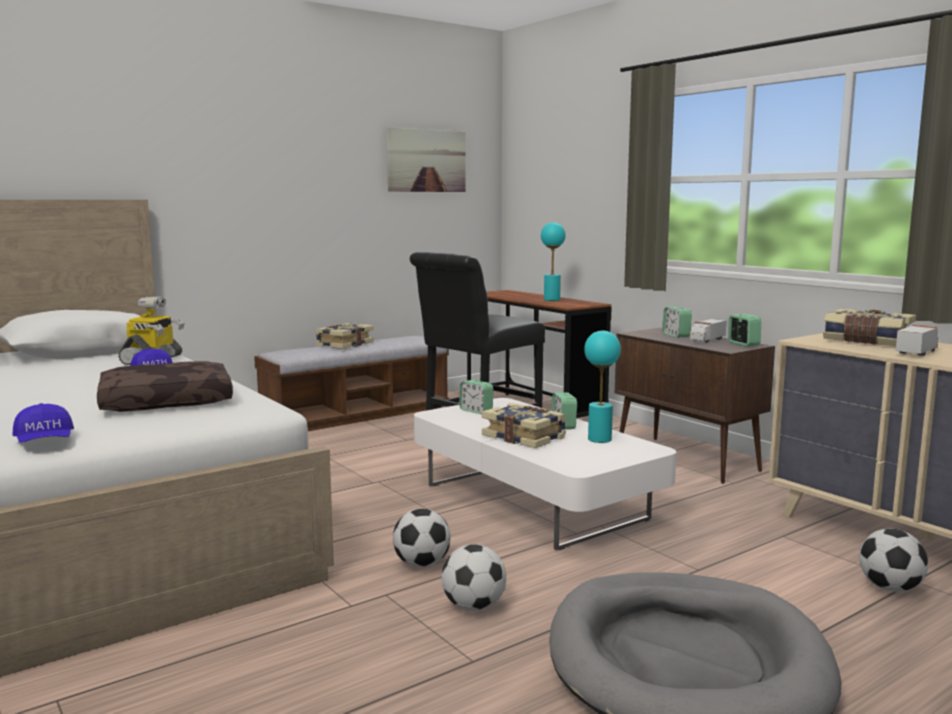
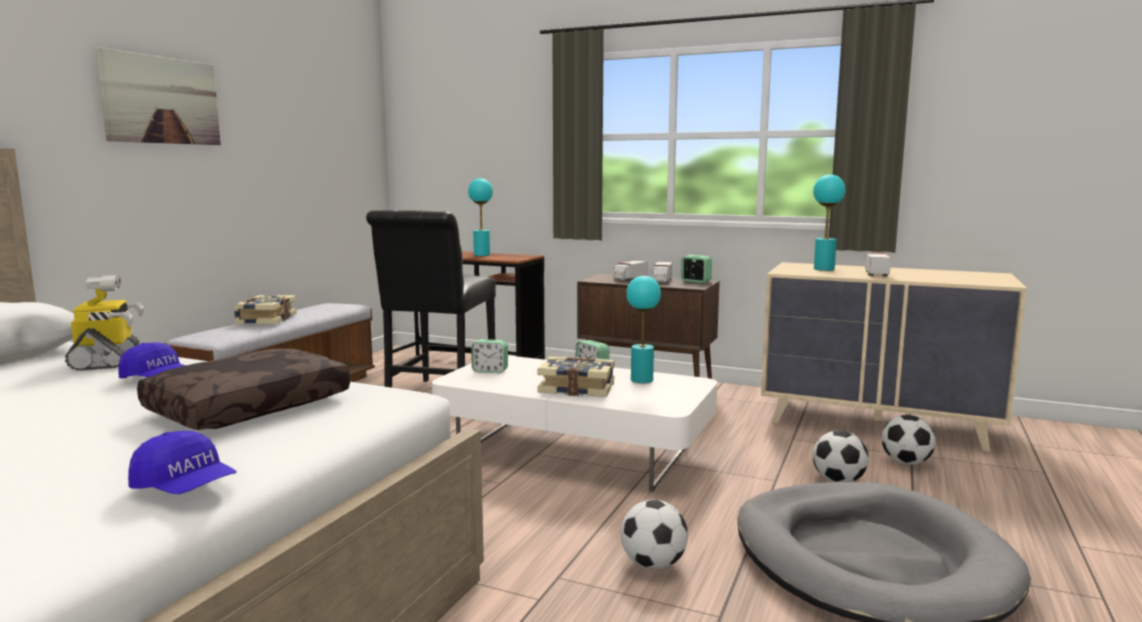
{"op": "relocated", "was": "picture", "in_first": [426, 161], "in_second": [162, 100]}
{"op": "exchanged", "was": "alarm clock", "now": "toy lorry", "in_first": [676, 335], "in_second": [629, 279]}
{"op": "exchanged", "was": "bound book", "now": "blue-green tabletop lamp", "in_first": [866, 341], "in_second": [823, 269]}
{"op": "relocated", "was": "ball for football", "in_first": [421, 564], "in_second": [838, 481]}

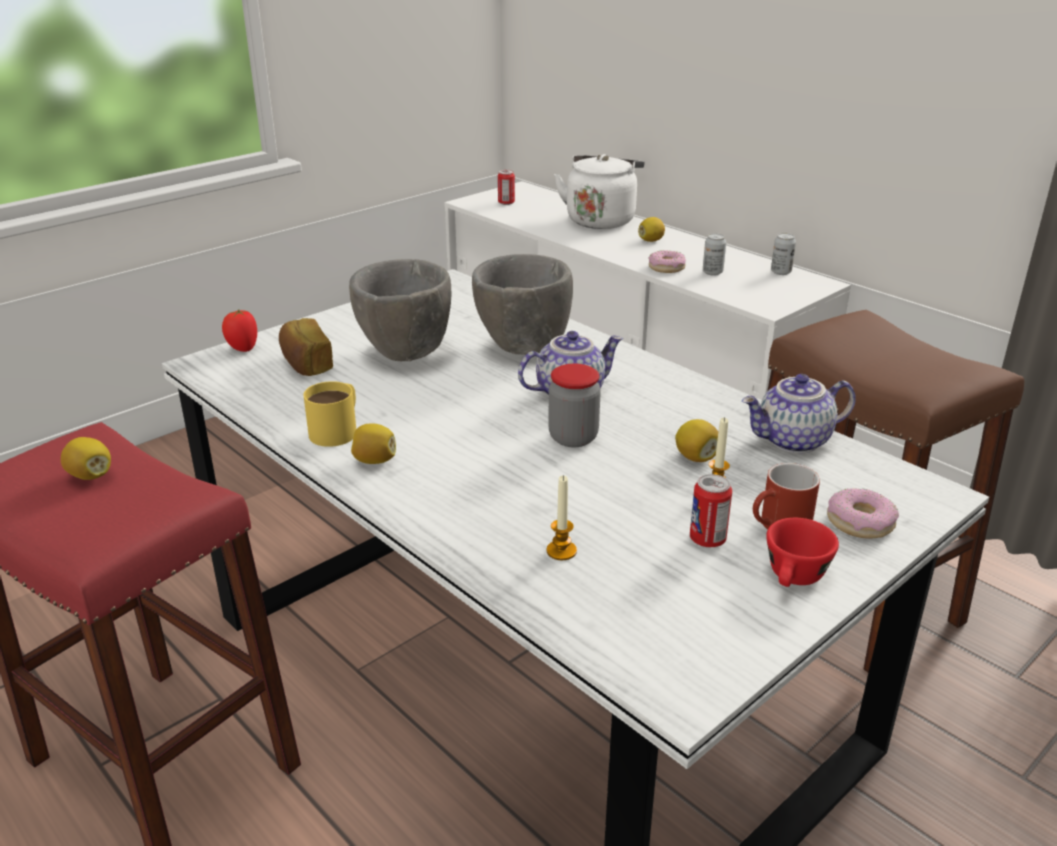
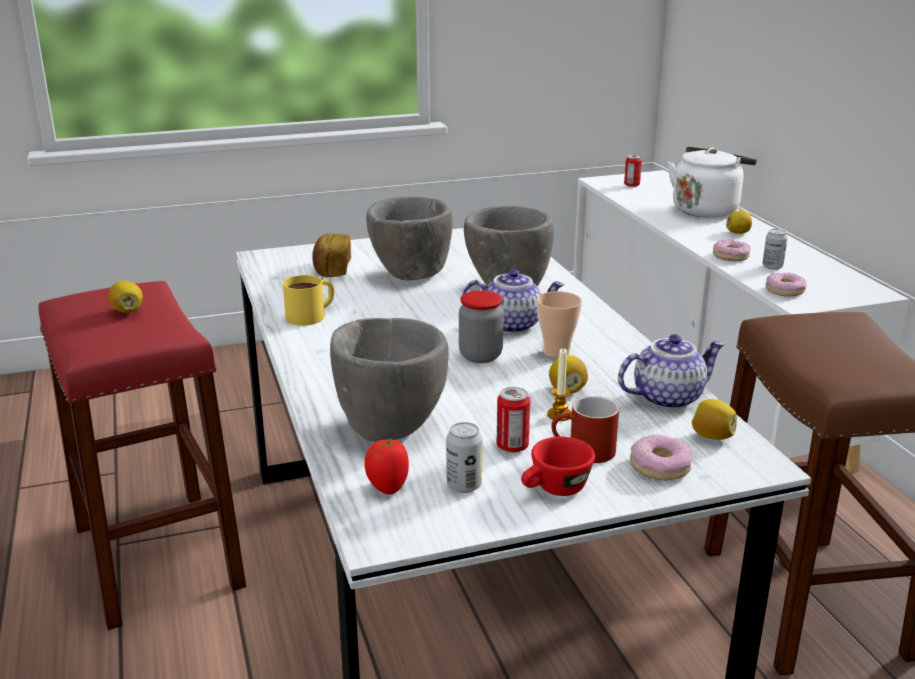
{"op": "relocated", "was": "can", "in_first": [781, 272], "in_second": [464, 485]}
{"op": "relocated", "was": "tomato", "in_first": [242, 349], "in_second": [387, 488]}
{"op": "spun", "was": "pot for tea", "in_first": [793, 441], "in_second": [667, 397], "clockwise": 150}
{"op": "relocated", "was": "whole lemon", "in_first": [374, 460], "in_second": [712, 436]}
{"op": "exchanged", "was": "wax candle", "now": "greyish serving bowl", "in_first": [561, 551], "in_second": [390, 426]}
{"op": "appeared", "now": "ring doughnut", "in_second": [784, 290]}
{"op": "appeared", "now": "cup", "in_second": [556, 352]}

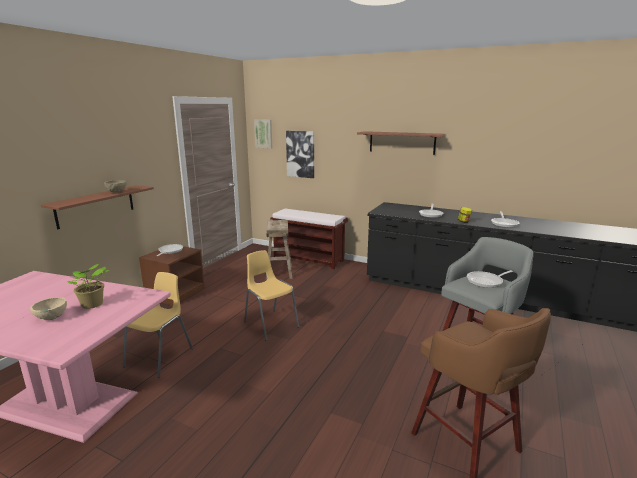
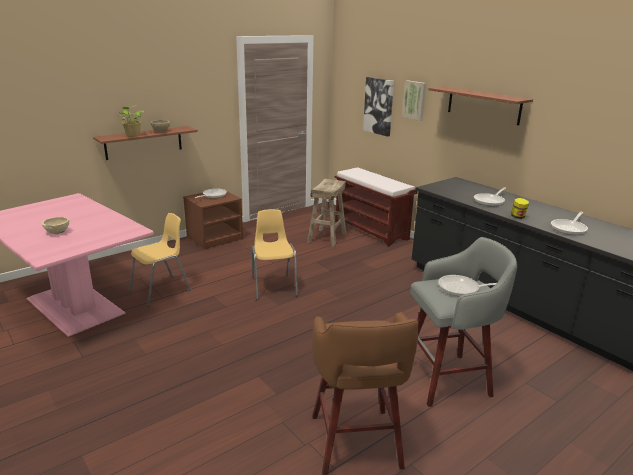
{"op": "relocated", "was": "picture", "in_first": [264, 133], "in_second": [415, 100]}
{"op": "relocated", "was": "plant in a pot", "in_first": [92, 305], "in_second": [132, 135]}

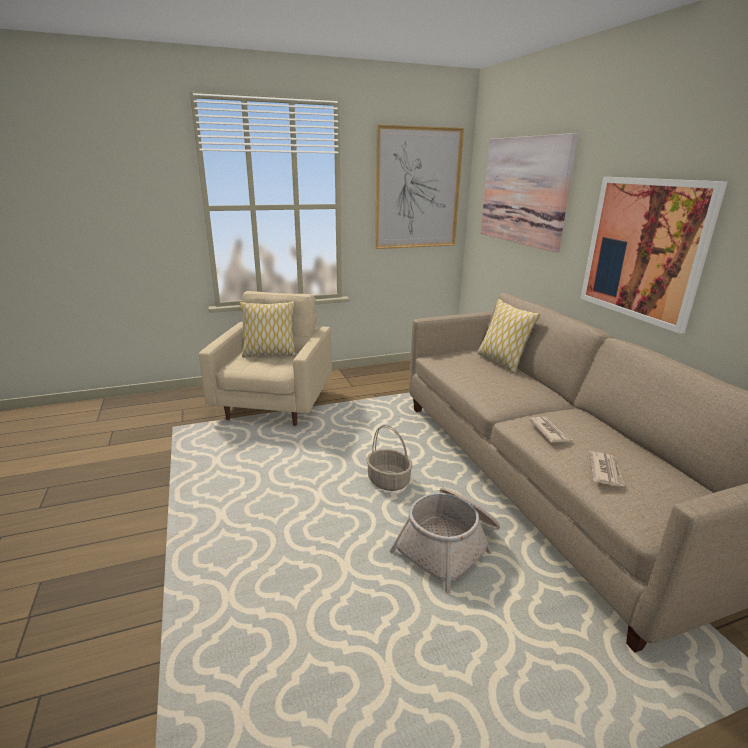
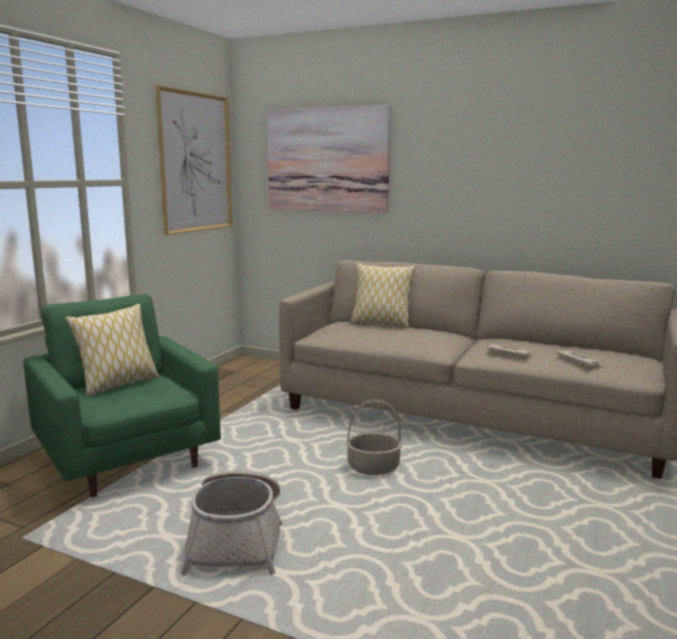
{"op": "missing", "was": "picture", "in_first": [644, 249]}
{"op": "colour", "was": "beige-coloured lounge chair", "now": "greenish lounge chair", "in_first": [275, 404], "in_second": [127, 458]}
{"op": "relocated", "was": "storage basket", "in_first": [449, 546], "in_second": [237, 539]}

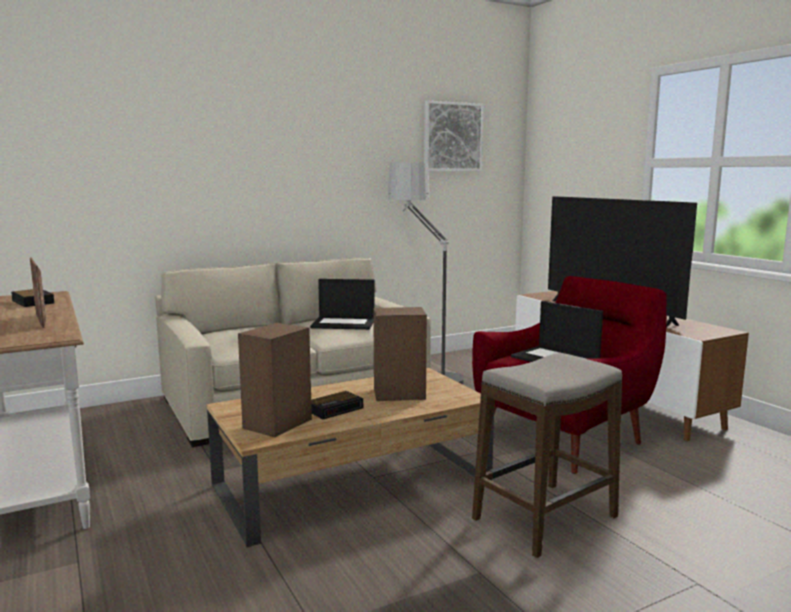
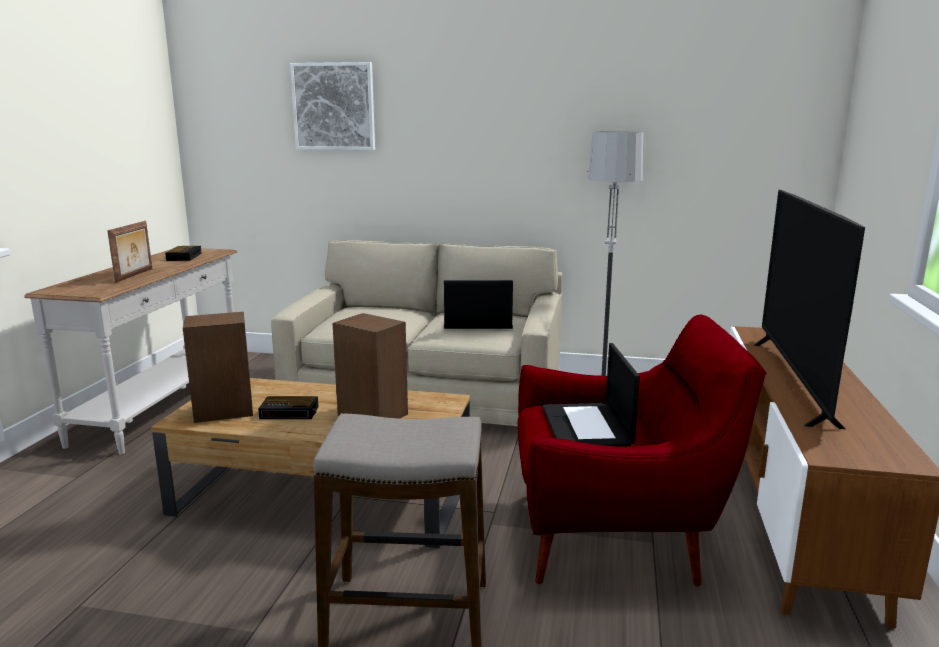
{"op": "relocated", "was": "picture", "in_first": [452, 137], "in_second": [334, 107]}
{"op": "spun", "was": "notebook computer", "in_first": [344, 324], "in_second": [477, 322], "clockwise": 135}

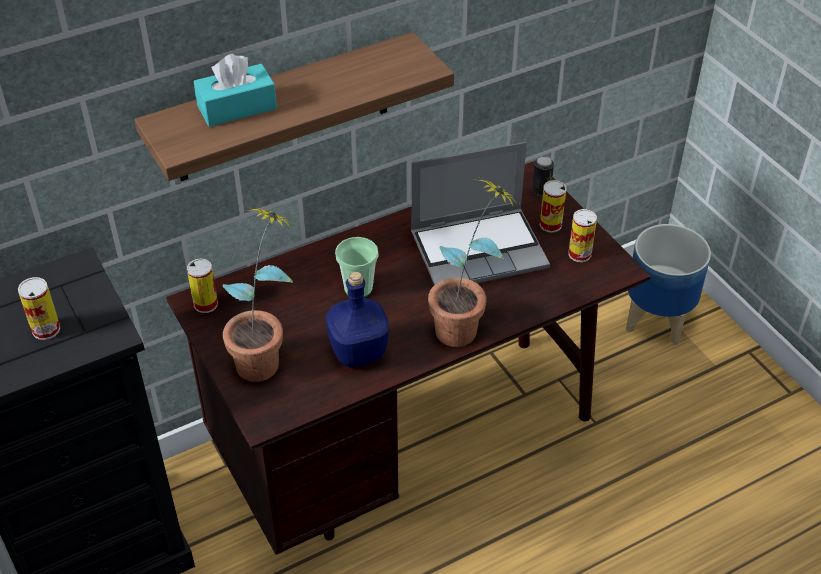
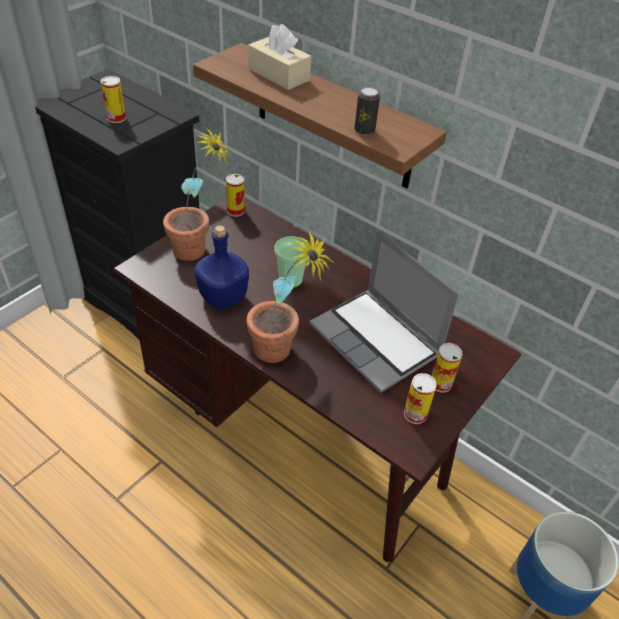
{"op": "colour", "was": "blue-green tissue holder", "now": "beige-coloured tissue holder", "in_first": [237, 107], "in_second": [279, 74]}
{"op": "relocated", "was": "can", "in_first": [541, 190], "in_second": [364, 130]}

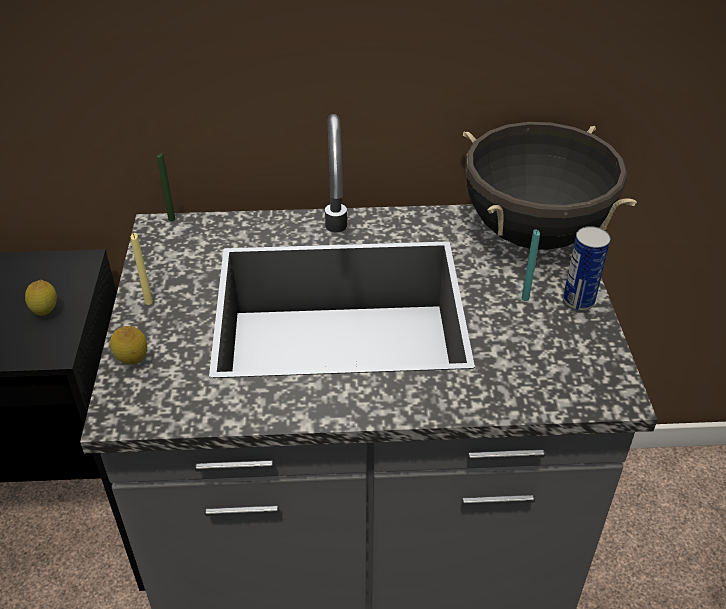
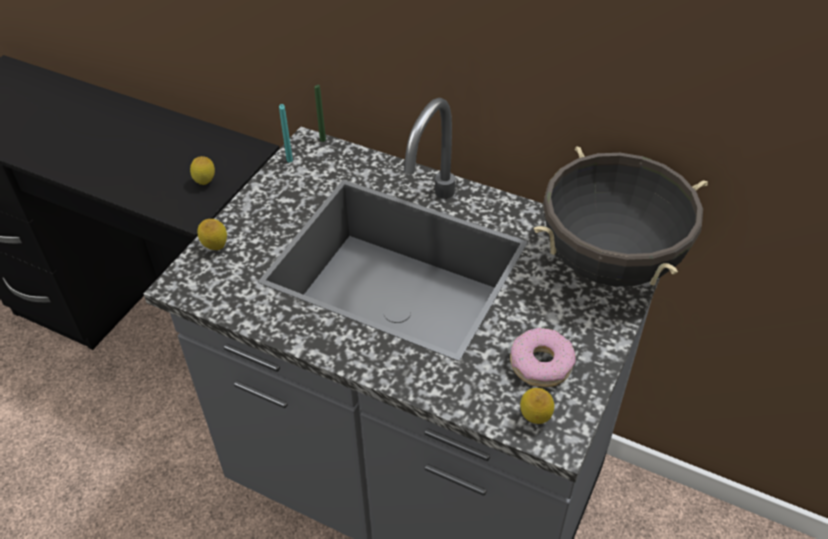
{"op": "missing", "was": "can", "in_first": [578, 301]}
{"op": "relocated", "was": "blue-green wax candle", "in_first": [525, 298], "in_second": [289, 160]}
{"op": "missing", "was": "yellowish wax candle", "in_first": [149, 302]}
{"op": "appeared", "now": "ring doughnut", "in_second": [540, 364]}
{"op": "appeared", "now": "whole lemon", "in_second": [535, 419]}

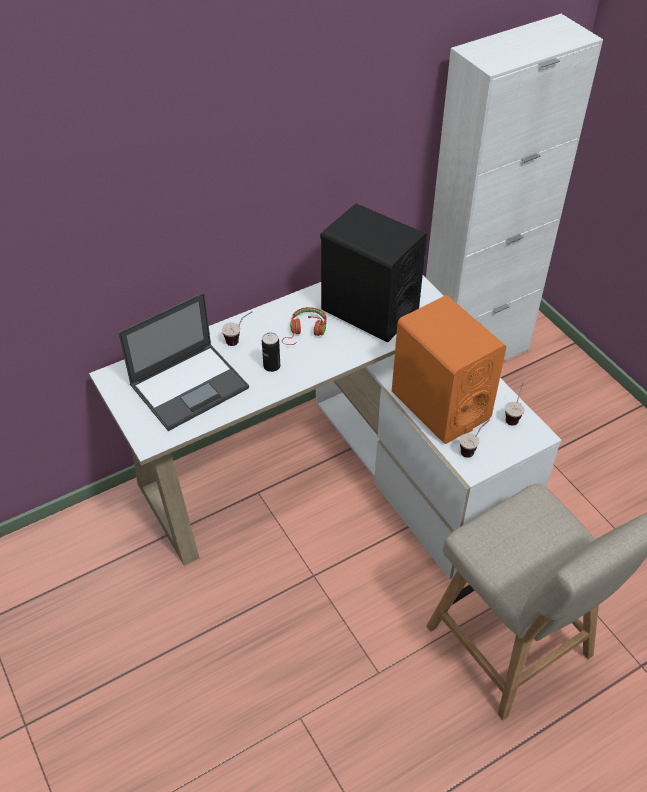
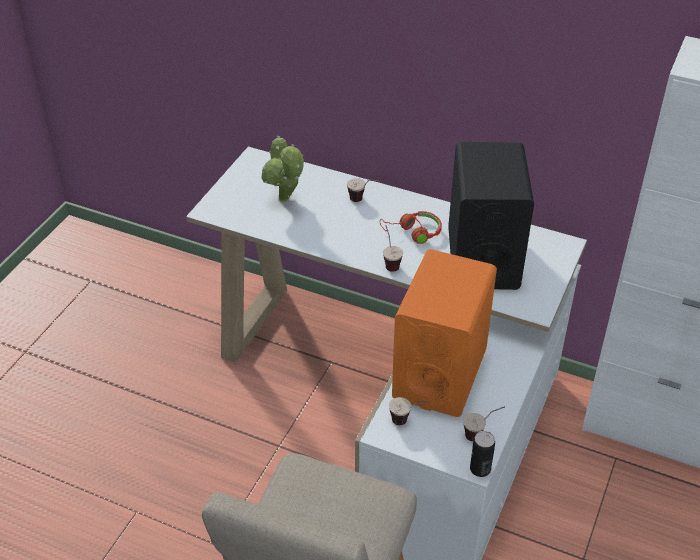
{"op": "exchanged", "was": "notebook computer", "now": "plant in a pot", "in_first": [190, 386], "in_second": [285, 201]}
{"op": "relocated", "was": "can", "in_first": [271, 366], "in_second": [480, 469]}
{"op": "appeared", "now": "cup", "in_second": [390, 262]}

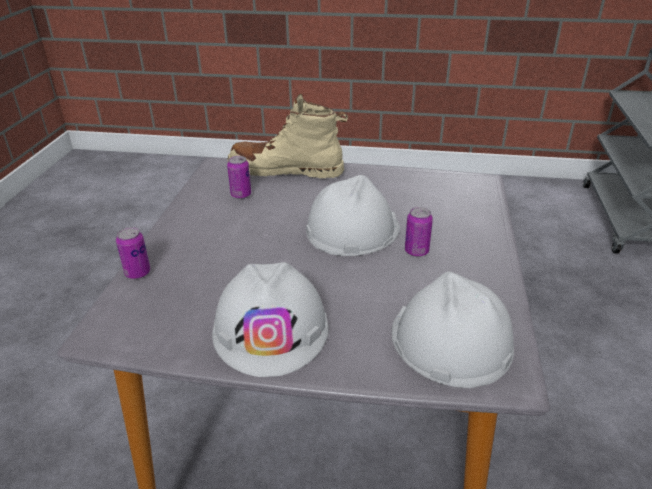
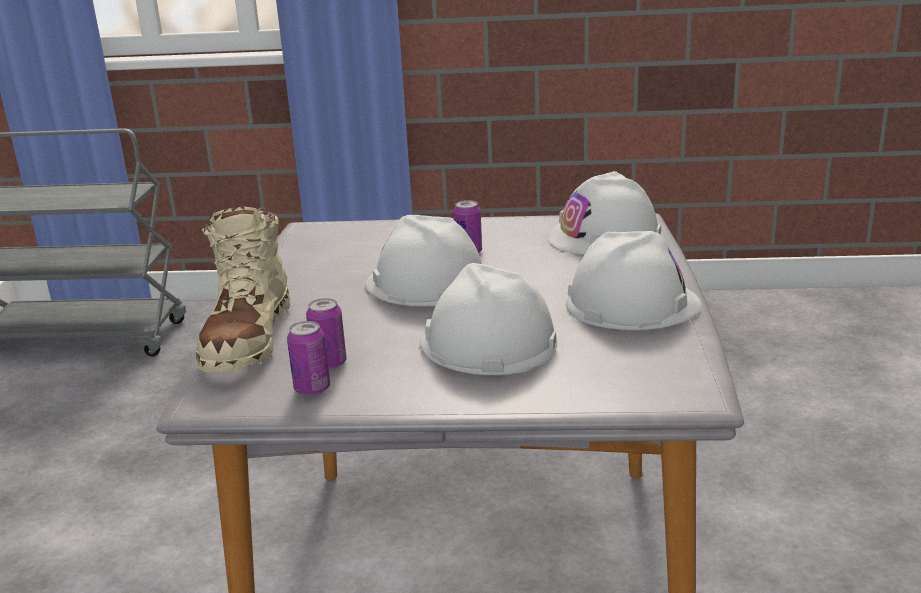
{"op": "relocated", "was": "can", "in_first": [137, 273], "in_second": [312, 389]}
{"op": "appeared", "now": "white work helmet", "in_second": [487, 343]}

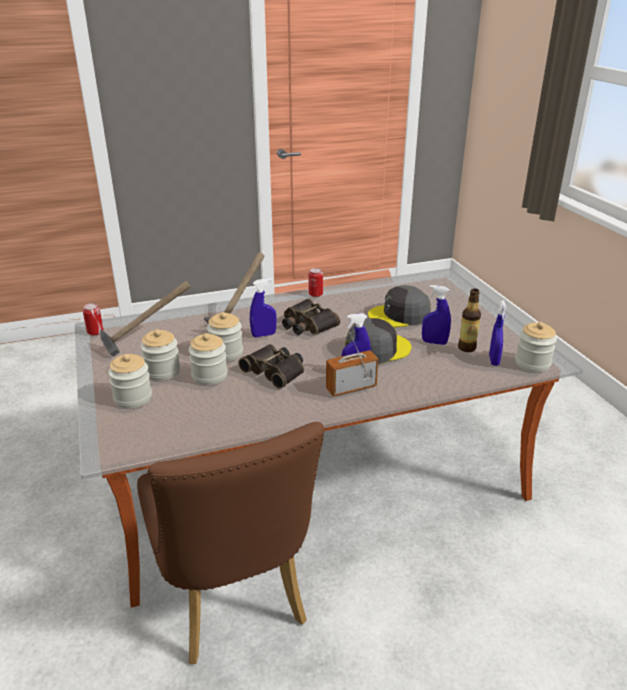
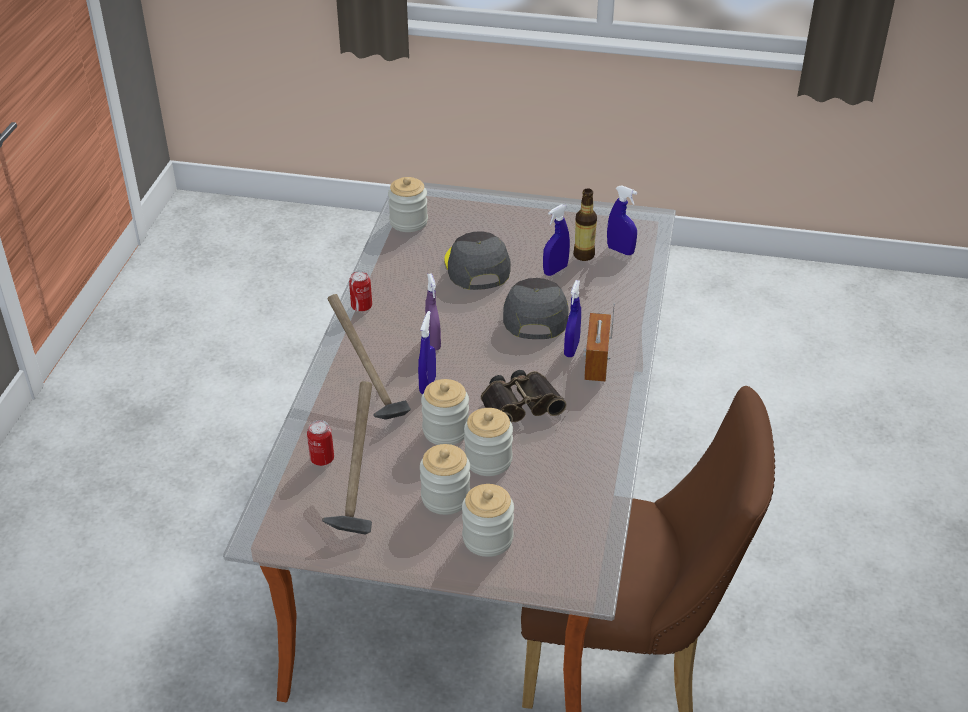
{"op": "spun", "was": "greyish peaked cap", "in_first": [400, 315], "in_second": [476, 266], "clockwise": 150}
{"op": "exchanged", "was": "binoculars", "now": "purple-coloured spray bottle", "in_first": [307, 324], "in_second": [433, 342]}
{"op": "relocated", "was": "can", "in_first": [95, 332], "in_second": [322, 459]}
{"op": "relocated", "was": "storage jar", "in_first": [532, 363], "in_second": [408, 222]}

